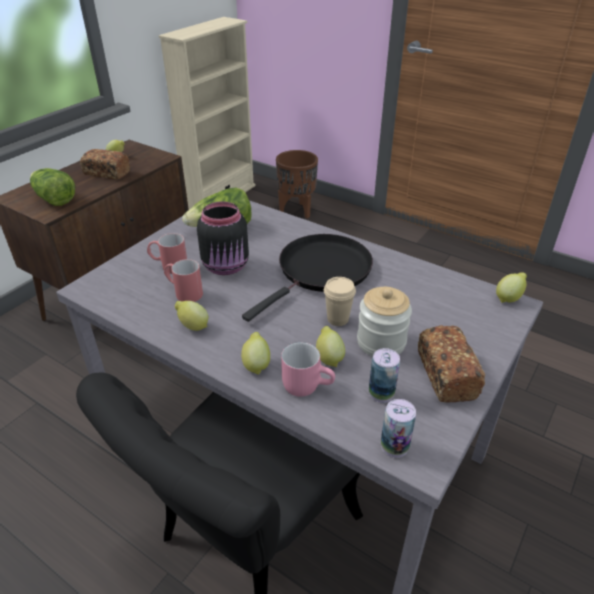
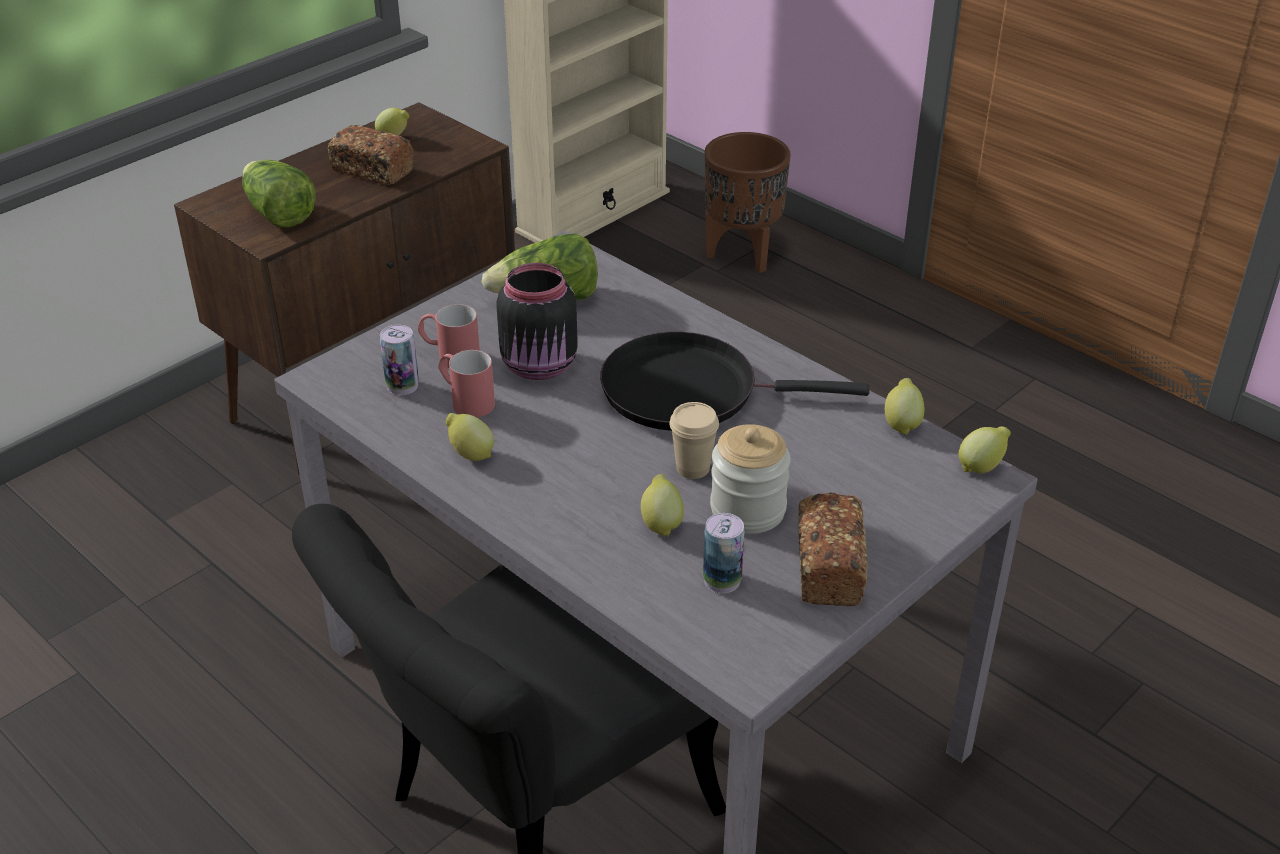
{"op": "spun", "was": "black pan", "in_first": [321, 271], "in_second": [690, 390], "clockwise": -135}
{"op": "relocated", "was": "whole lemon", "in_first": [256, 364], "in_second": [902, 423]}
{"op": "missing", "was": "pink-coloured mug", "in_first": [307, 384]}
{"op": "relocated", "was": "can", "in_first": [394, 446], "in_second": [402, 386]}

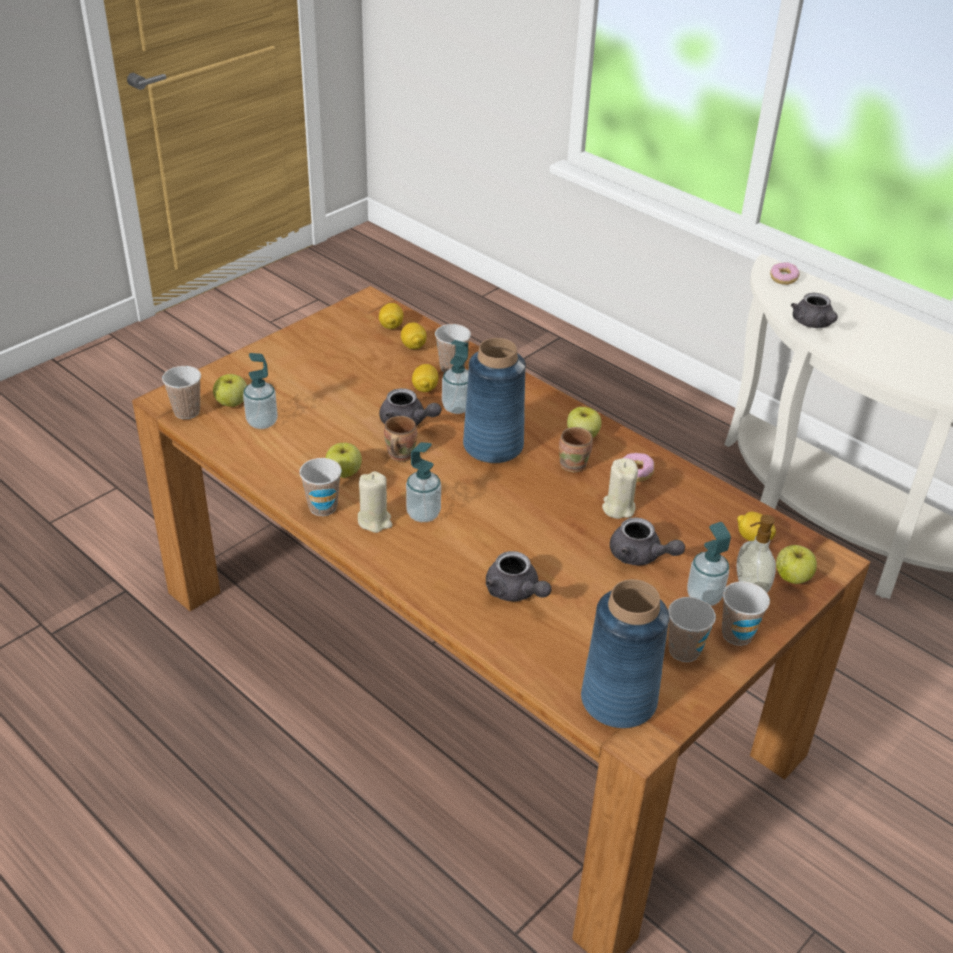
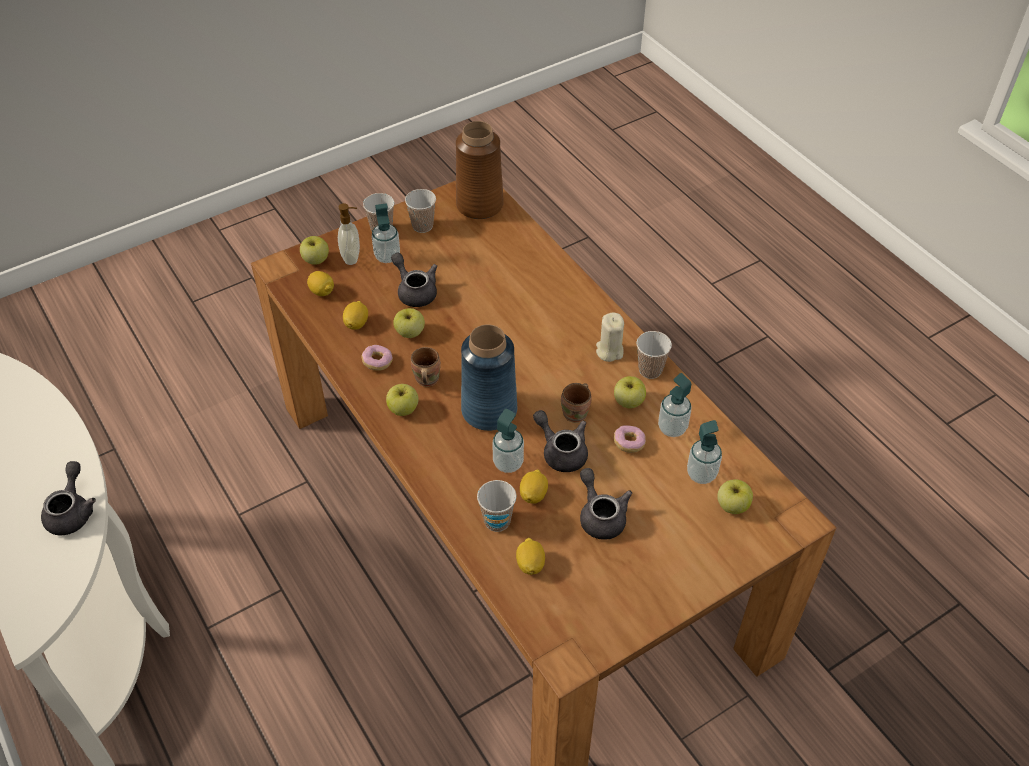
{"op": "relocated", "was": "ring doughnut", "in_first": [783, 279], "in_second": [629, 443]}
{"op": "relocated", "was": "whole lemon", "in_first": [391, 326], "in_second": [356, 323]}
{"op": "missing", "was": "cup", "in_first": [187, 412]}
{"op": "relocated", "was": "soap bottle", "in_first": [423, 514], "in_second": [672, 428]}
{"op": "exchanged", "was": "beige-coloured wax candle", "now": "whole apple", "in_first": [618, 508], "in_second": [410, 333]}
{"op": "relocated", "was": "greyish pot for tea", "in_first": [515, 592], "in_second": [600, 515]}
{"op": "colour", "was": "blue-coloured flower vase", "now": "brownish flower vase", "in_first": [618, 700], "in_second": [479, 205]}

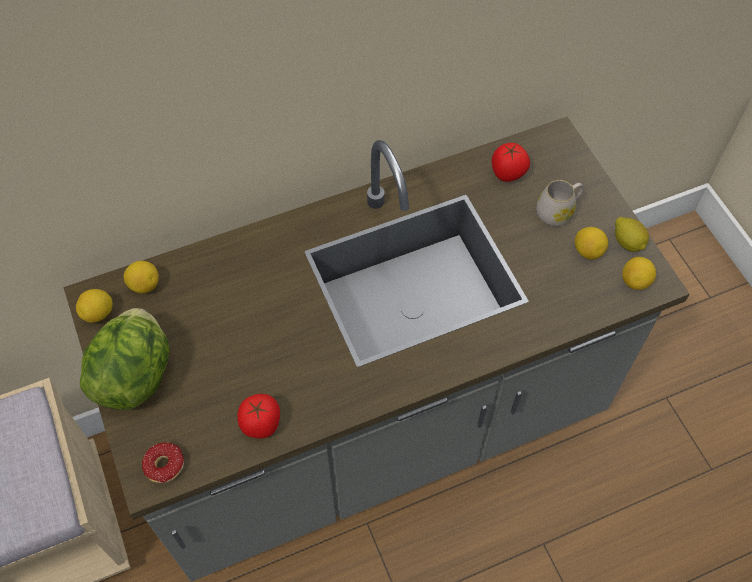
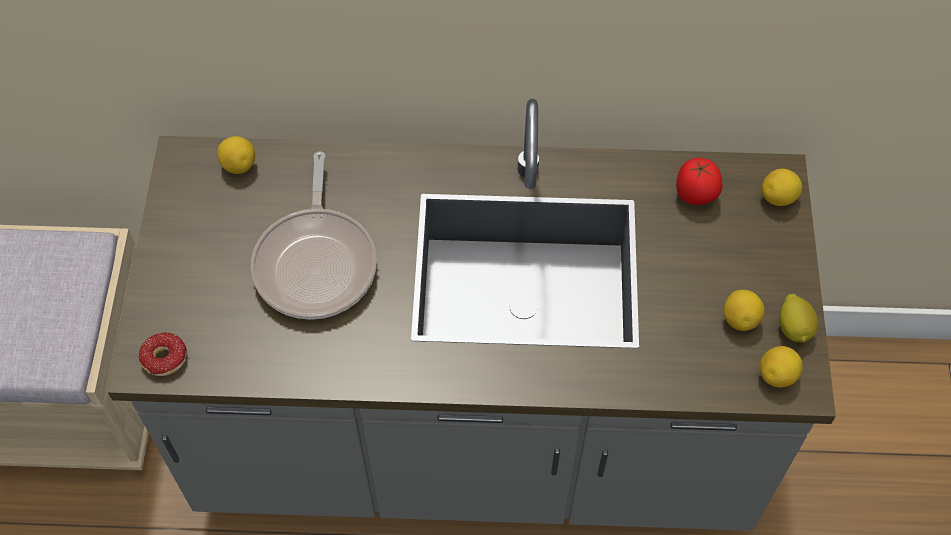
{"op": "missing", "was": "white mug", "in_first": [558, 212]}
{"op": "relocated", "was": "whole lemon", "in_first": [98, 313], "in_second": [778, 198]}
{"op": "missing", "was": "head of lettuce", "in_first": [135, 374]}
{"op": "missing", "was": "tomato", "in_first": [261, 424]}
{"op": "appeared", "now": "pan", "in_second": [317, 262]}

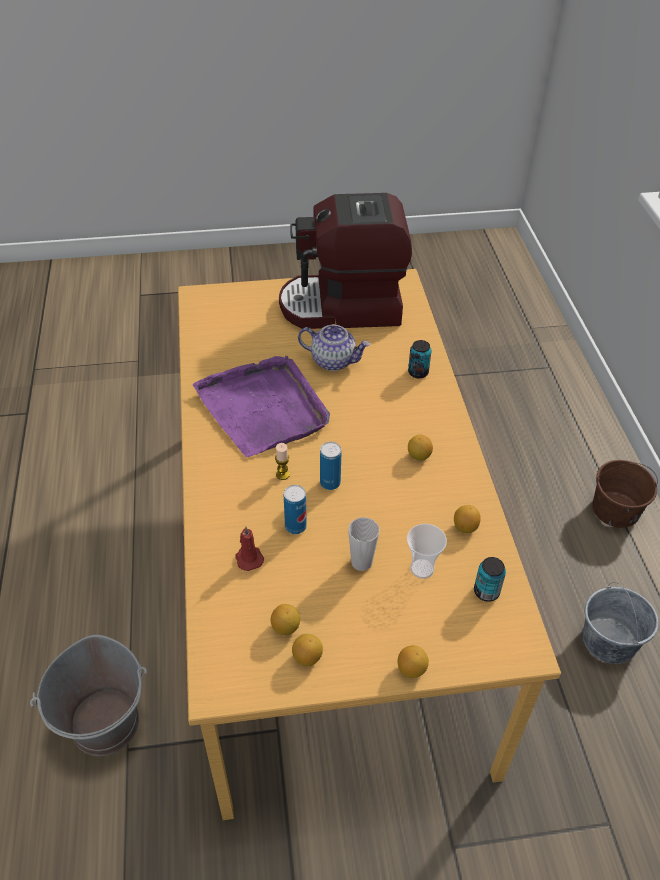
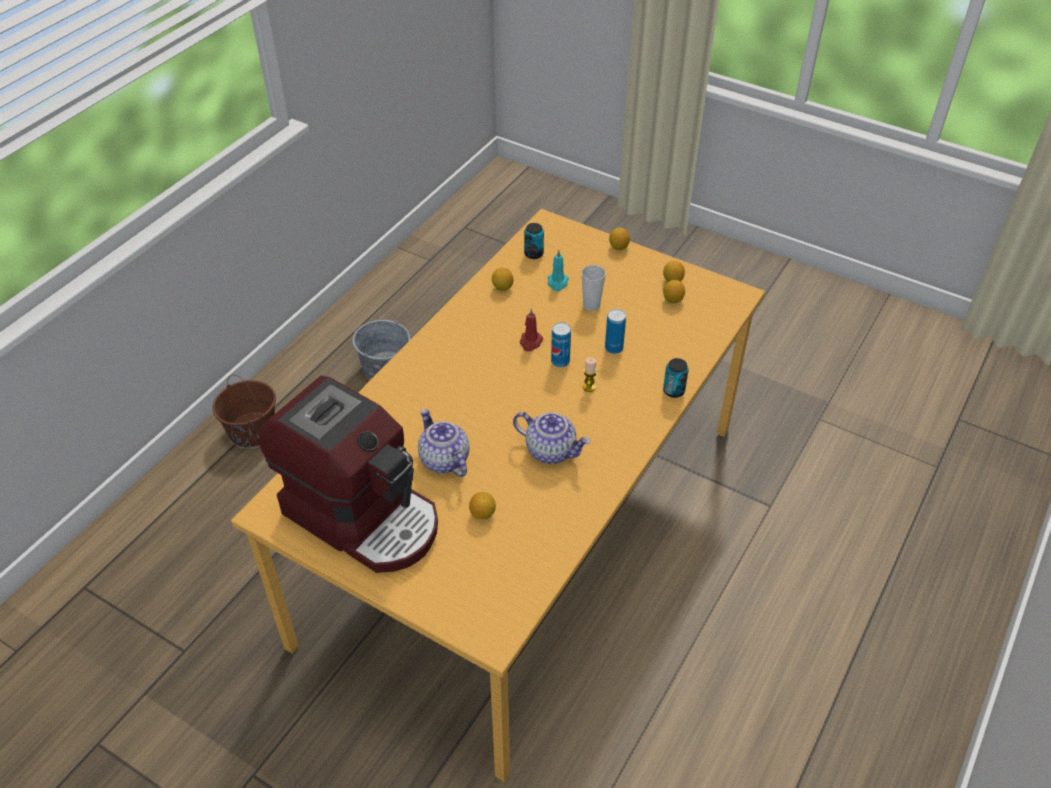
{"op": "relocated", "was": "can", "in_first": [418, 372], "in_second": [673, 391]}
{"op": "exchanged", "was": "purple-coloured serving tray", "now": "pot for tea", "in_first": [264, 408], "in_second": [551, 450]}
{"op": "relocated", "was": "whole lemon", "in_first": [419, 456], "in_second": [482, 513]}
{"op": "exchanged", "was": "cup", "now": "blue-green wax candle", "in_first": [422, 568], "in_second": [557, 283]}
{"op": "relocated", "was": "reddish wax candle", "in_first": [248, 558], "in_second": [530, 342]}
{"op": "missing", "was": "greyish bucket", "in_first": [107, 724]}

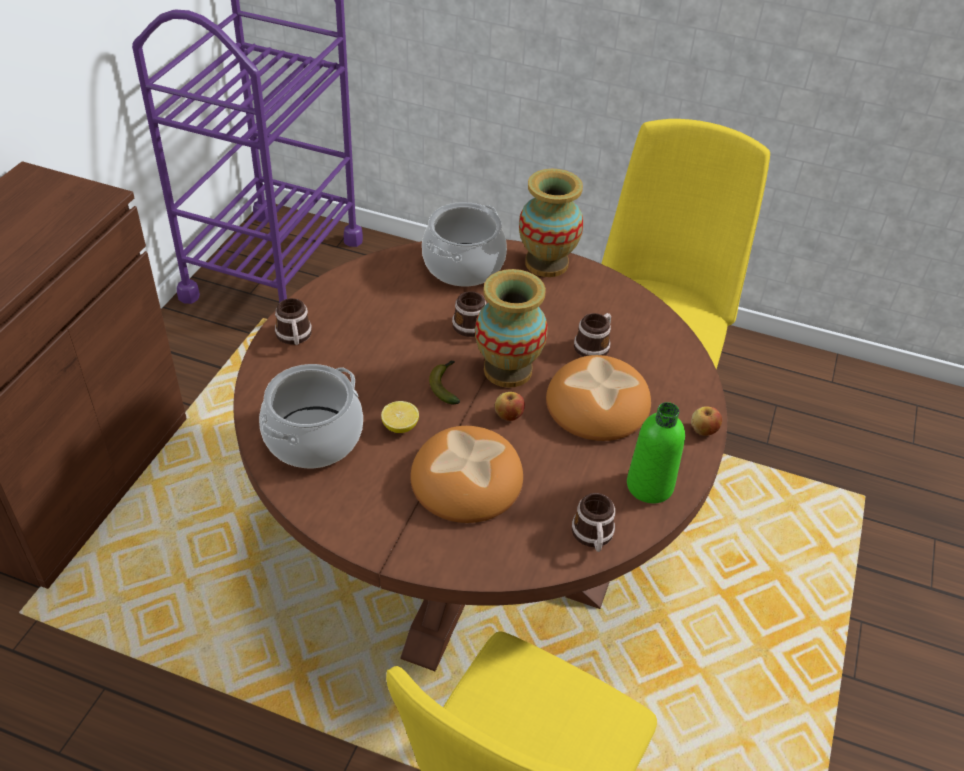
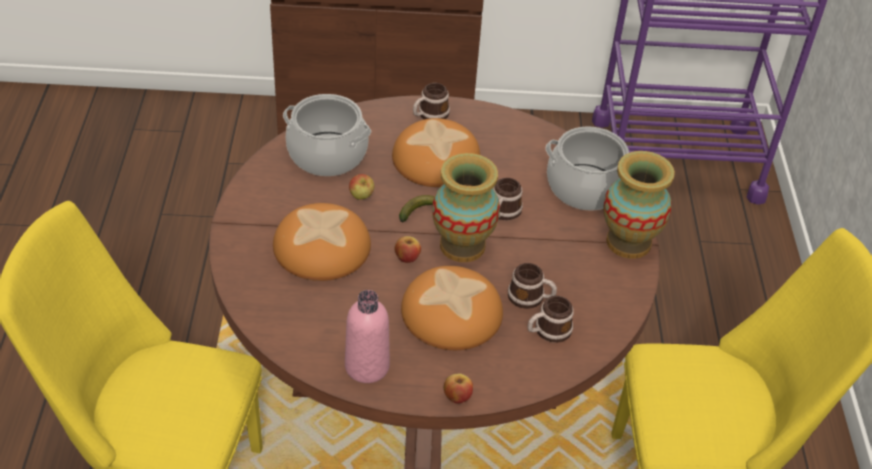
{"op": "exchanged", "was": "whole lemon", "now": "whole apple", "in_first": [400, 426], "in_second": [361, 197]}
{"op": "colour", "was": "greenish drink bottle", "now": "pink-coloured drink bottle", "in_first": [649, 486], "in_second": [367, 366]}
{"op": "relocated", "was": "mug", "in_first": [593, 537], "in_second": [548, 331]}
{"op": "appeared", "now": "baked bread", "in_second": [436, 158]}

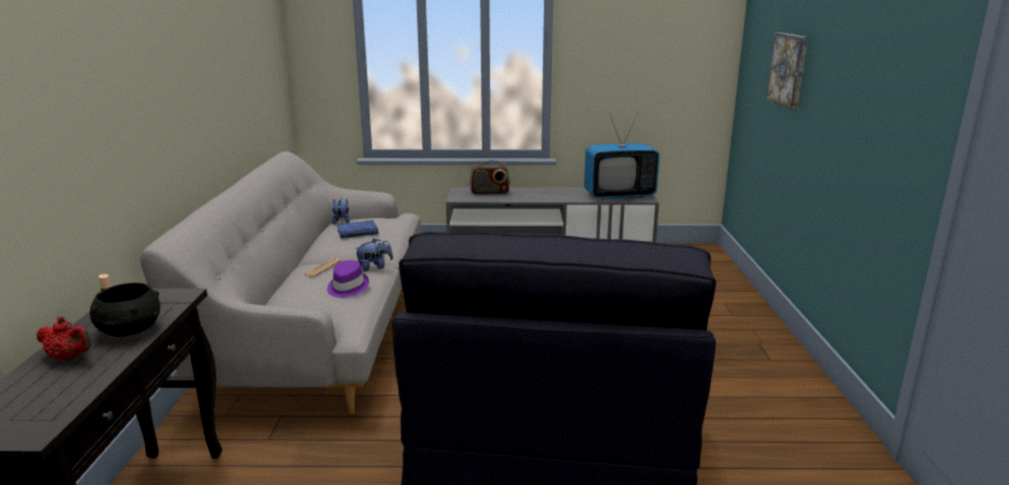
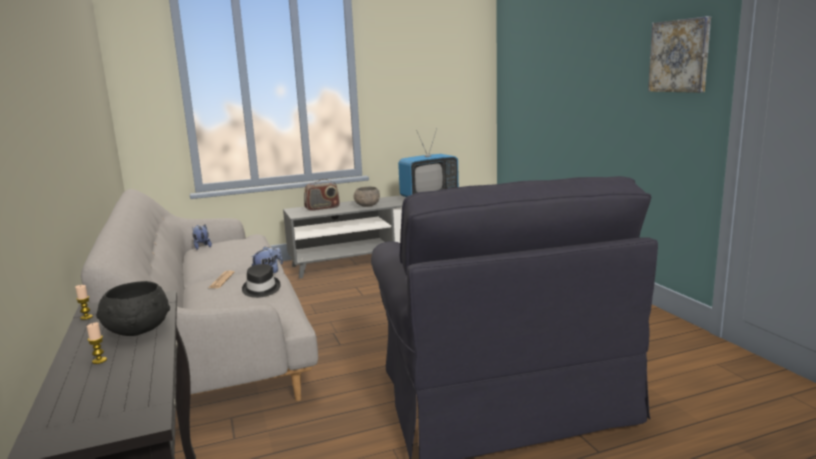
{"op": "relocated", "was": "picture", "in_first": [788, 70], "in_second": [680, 56]}
{"op": "missing", "was": "blue-coloured bound book", "in_first": [358, 232]}
{"op": "colour", "was": "purple-coloured clothing hat", "now": "black clothing hat", "in_first": [347, 287], "in_second": [261, 289]}
{"op": "exchanged", "was": "reddish pot for tea", "now": "wax candle", "in_first": [70, 358], "in_second": [99, 360]}
{"op": "appeared", "now": "greyish serving bowl", "in_second": [367, 205]}

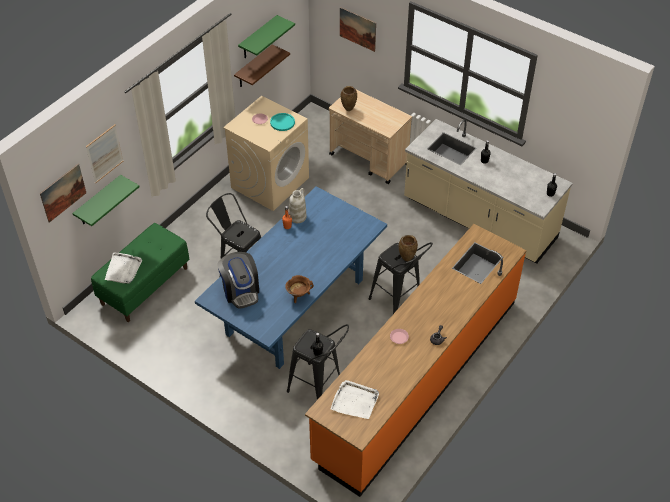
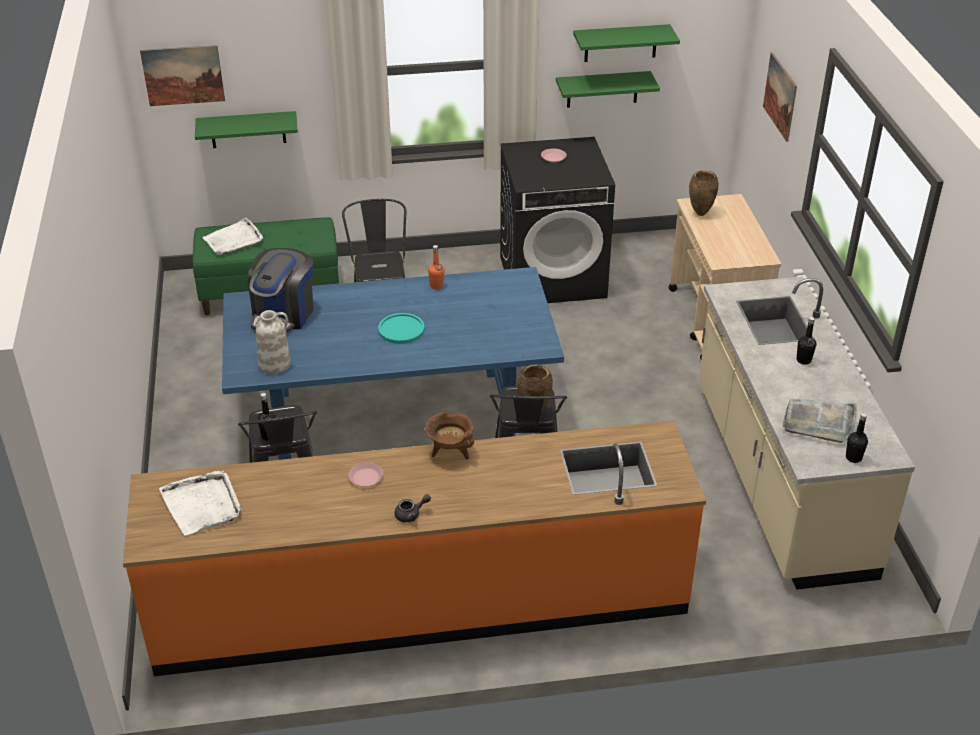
{"op": "colour", "was": "brownish wall shelf", "now": "greenish wall shelf", "in_first": [253, 67], "in_second": [602, 89]}
{"op": "colour", "was": "beige-coloured laundry machine", "now": "black laundry machine", "in_first": [270, 182], "in_second": [553, 276]}
{"op": "relocated", "was": "blue-green flat dish", "in_first": [282, 122], "in_second": [401, 329]}
{"op": "missing", "was": "picture", "in_first": [104, 153]}
{"op": "relocated", "was": "white flower vase", "in_first": [297, 217], "in_second": [275, 364]}
{"op": "relocated", "was": "brownish cooking pot", "in_first": [299, 295], "in_second": [450, 451]}
{"op": "appeared", "now": "greyish serving tray", "in_second": [819, 422]}

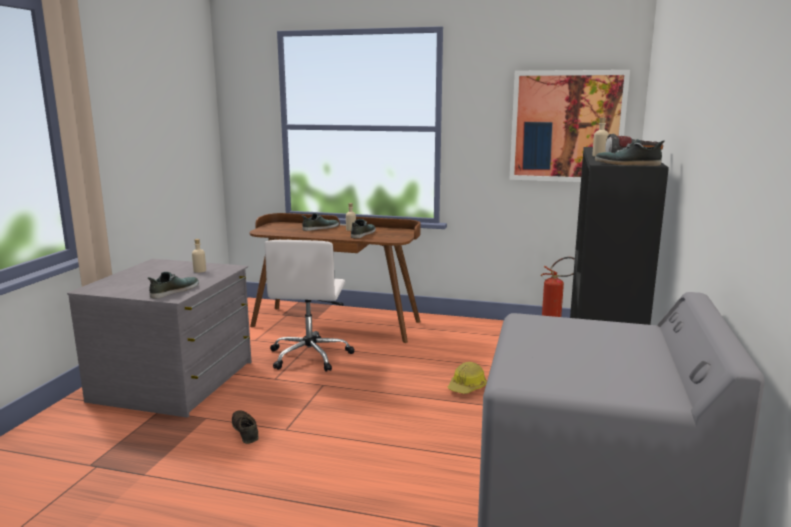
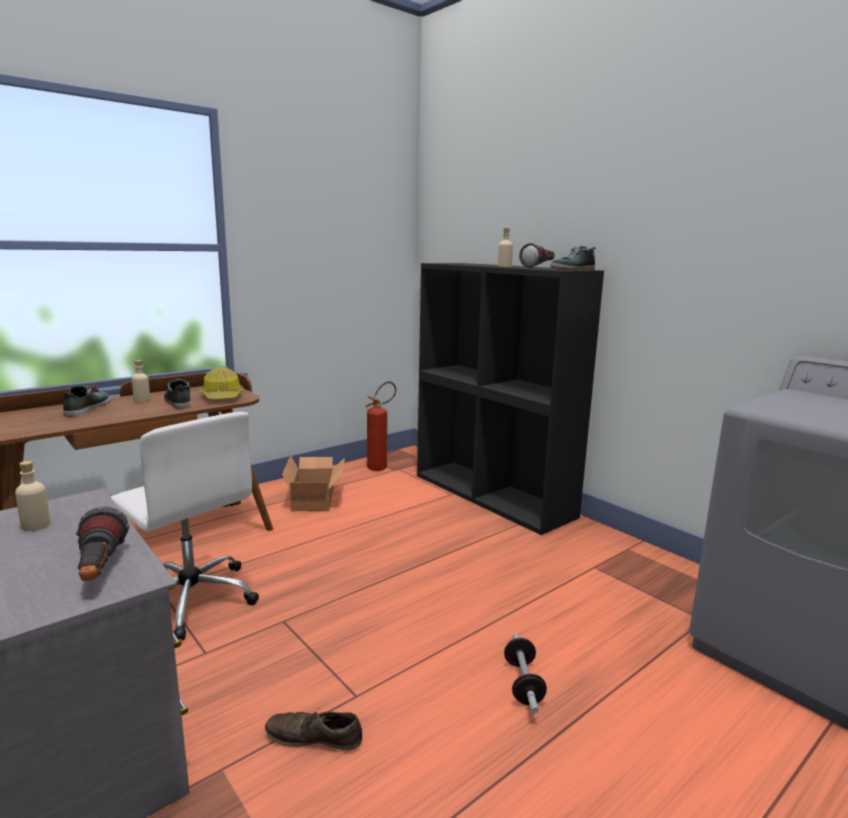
{"op": "missing", "was": "picture", "in_first": [567, 126]}
{"op": "exchanged", "was": "shoe", "now": "hand torch", "in_first": [174, 291], "in_second": [99, 570]}
{"op": "relocated", "was": "work helmet", "in_first": [467, 387], "in_second": [222, 397]}
{"op": "appeared", "now": "cardboard box", "in_second": [316, 498]}
{"op": "appeared", "now": "dumbbell", "in_second": [523, 683]}

